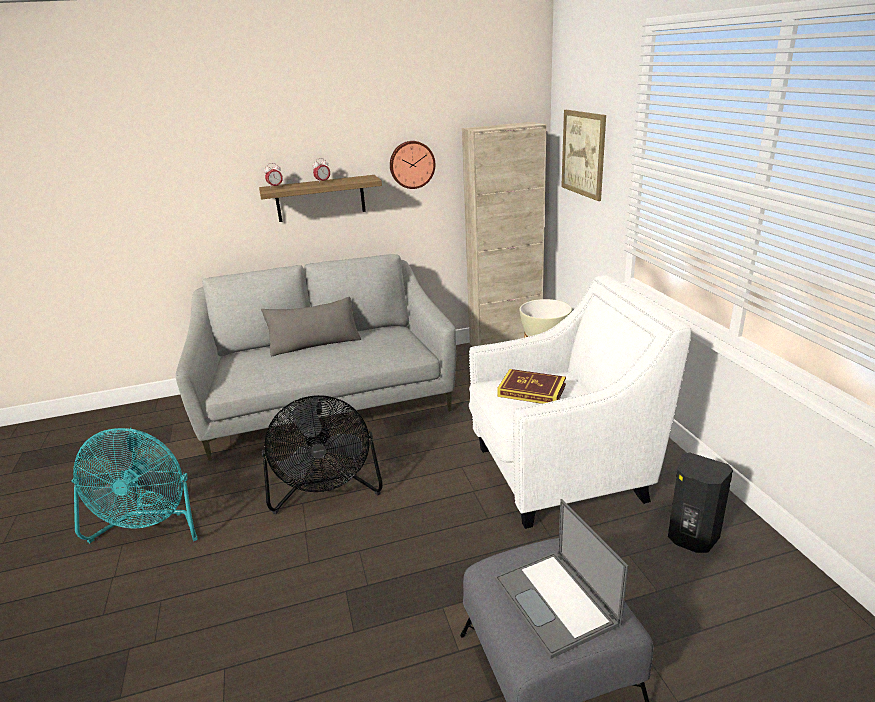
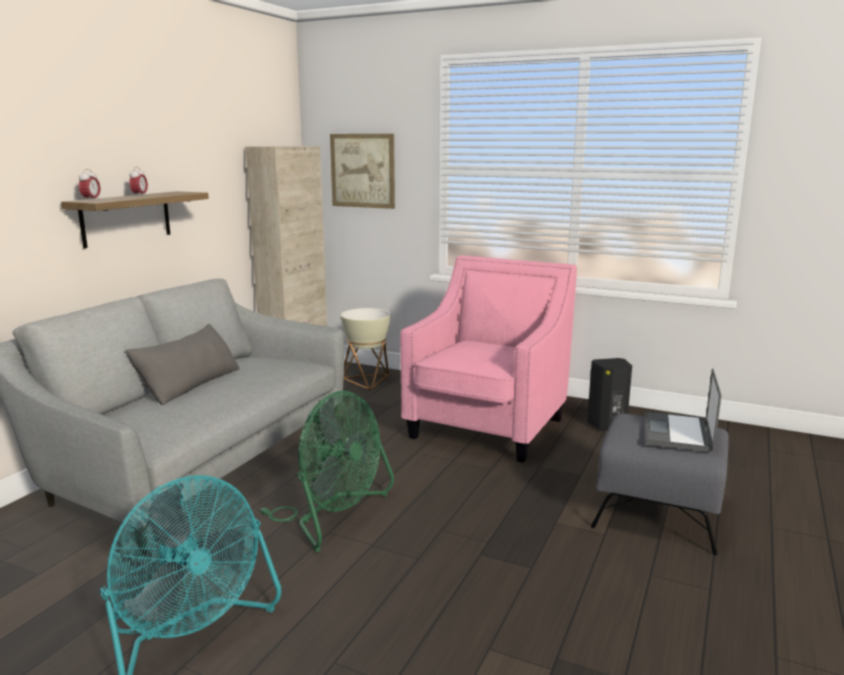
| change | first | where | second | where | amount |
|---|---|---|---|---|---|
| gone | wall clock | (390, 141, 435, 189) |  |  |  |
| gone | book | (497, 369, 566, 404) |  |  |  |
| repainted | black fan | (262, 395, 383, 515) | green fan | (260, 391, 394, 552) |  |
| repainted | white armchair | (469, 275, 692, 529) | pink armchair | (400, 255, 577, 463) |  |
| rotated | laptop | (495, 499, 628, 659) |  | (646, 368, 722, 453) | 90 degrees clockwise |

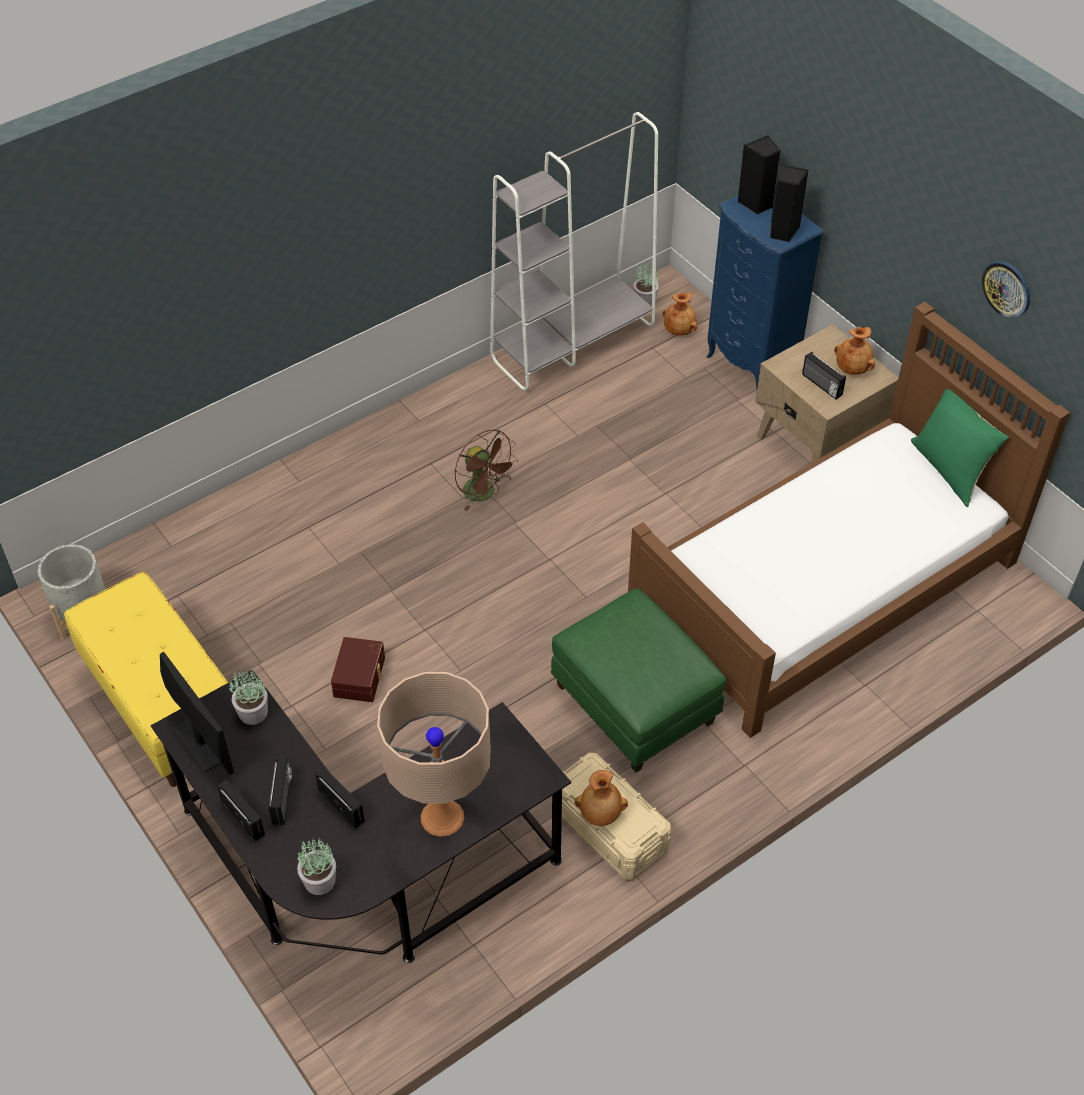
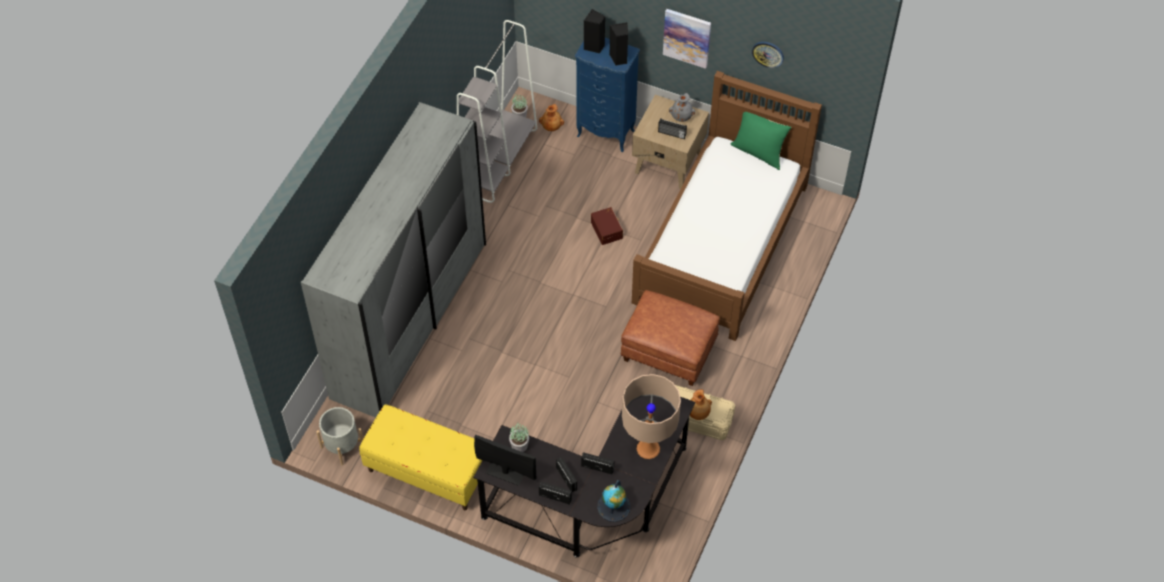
| change | first | where | second | where | amount |
|---|---|---|---|---|---|
| gone | brown fan | (455, 429, 518, 511) |  |  |  |
| new |  |  | grey wardrobe | (301, 102, 486, 418) |  |
| new |  |  | picture | (663, 9, 711, 69) |  |
| shifted | brown storage box | (331, 637, 385, 702) |  | (591, 207, 623, 245) |  |
| swapped | potted plant | (297, 838, 336, 895) | globe | (597, 480, 631, 522) |  |
| repainted | green ottoman | (551, 588, 726, 773) | brown ottoman | (620, 290, 720, 386) |  |
| repainted | brown vase | (834, 326, 875, 374) | grey vase | (669, 93, 695, 122) |  |

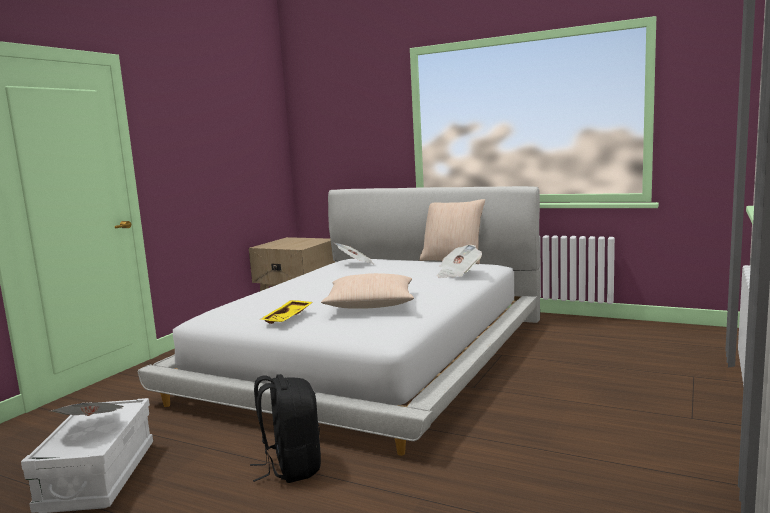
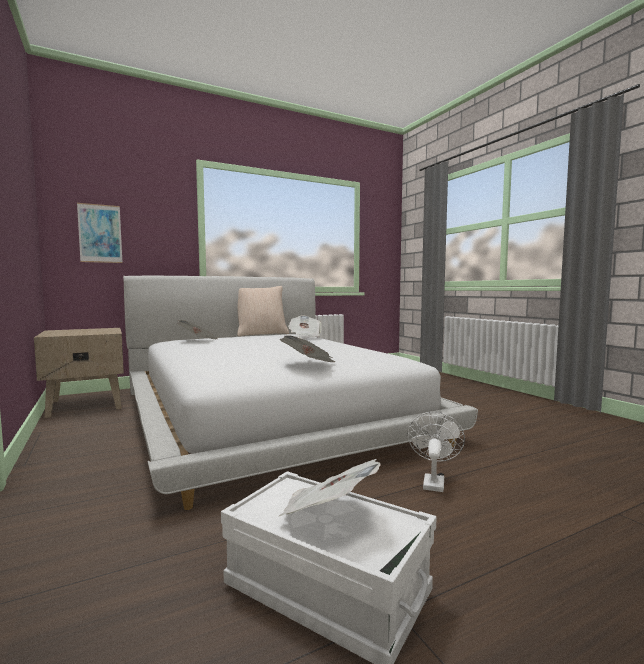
| change | first | where | second | where | amount |
|---|---|---|---|---|---|
| gone | beige pillow | (321, 273, 414, 309) |  |  |  |
| new |  |  | picture | (77, 203, 123, 263) |  |
| swapped | black backpack | (250, 374, 321, 483) | white fan | (408, 412, 465, 492) |  |
| swapped | yellow tray | (261, 300, 313, 324) | newspaper | (280, 335, 336, 362) |  |

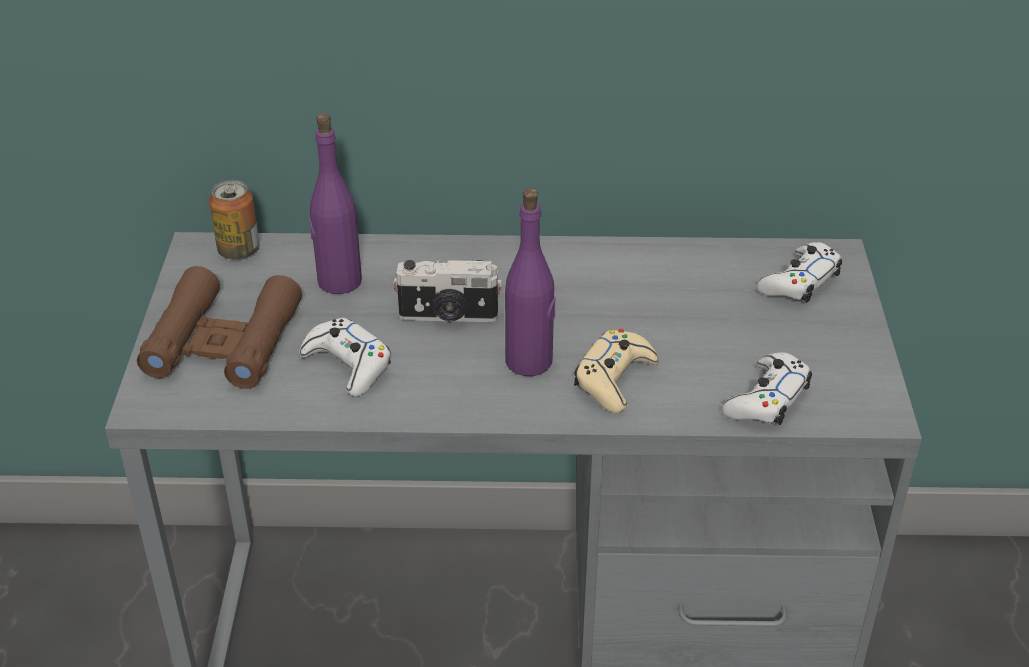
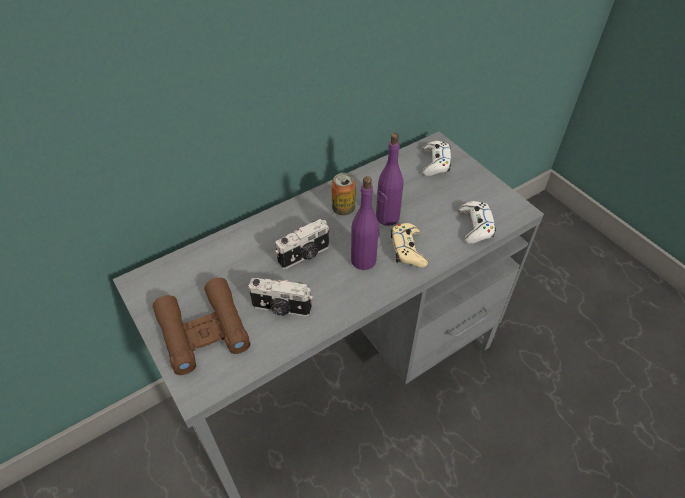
| change | first | where | second | where | amount |
|---|---|---|---|---|---|
| shifted | can | (209, 180, 260, 260) |  | (331, 173, 356, 216) |  |
| shifted | purple bottle | (309, 113, 362, 294) |  | (376, 133, 403, 226) |  |
| swapped | white game controller | (299, 318, 391, 397) | photo camera | (248, 278, 313, 317) |  |

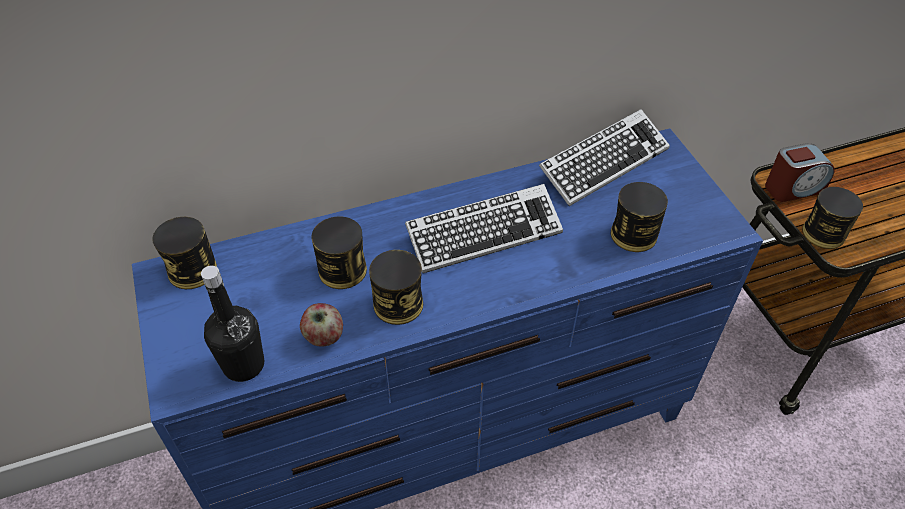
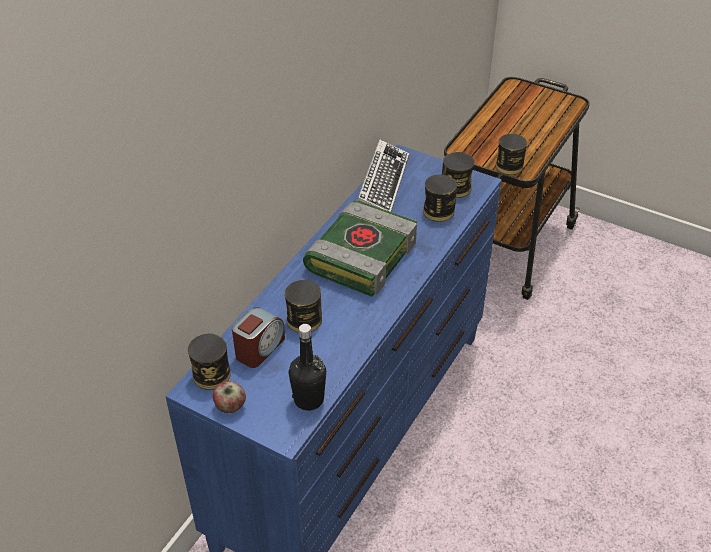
| change | first | where | second | where | amount |
|---|---|---|---|---|---|
| shifted | apple | (300, 303, 343, 347) |  | (213, 381, 246, 413) |  |
| shifted | can | (369, 250, 423, 325) |  | (442, 152, 474, 198) |  |
| shifted | alarm clock | (765, 143, 835, 202) |  | (232, 307, 285, 368) |  |
| swapped | keyboard | (405, 184, 563, 273) | book | (303, 201, 417, 297) |  |

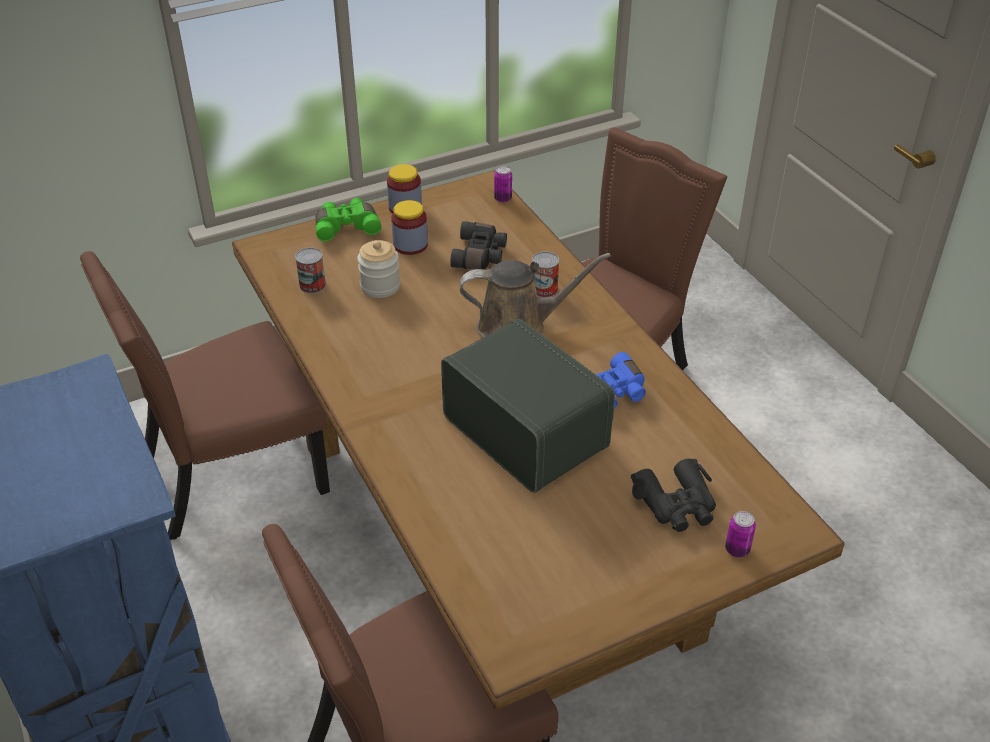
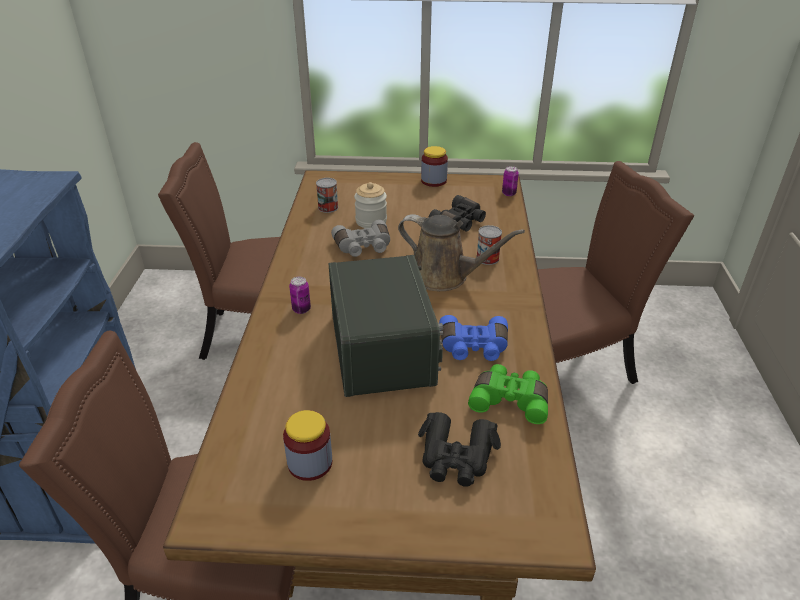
| change | first | where | second | where | amount |
|---|---|---|---|---|---|
| new |  |  | grey binoculars | (331, 220, 390, 257) |  |
| shifted | green binoculars | (315, 198, 381, 241) |  | (468, 364, 548, 424) |  |
| shifted | jar | (391, 200, 428, 255) |  | (283, 410, 332, 481) |  |
| shifted | can | (725, 511, 756, 558) |  | (289, 277, 311, 314) |  |

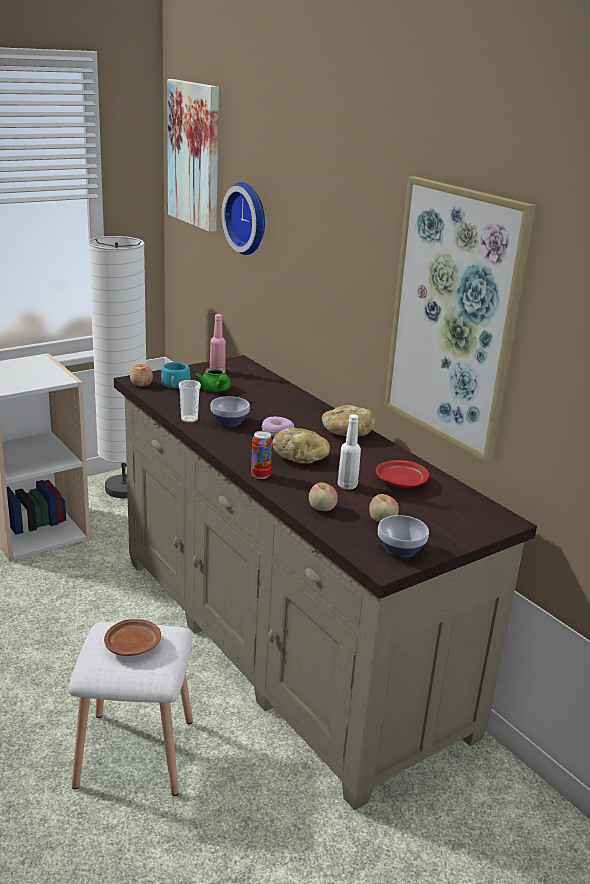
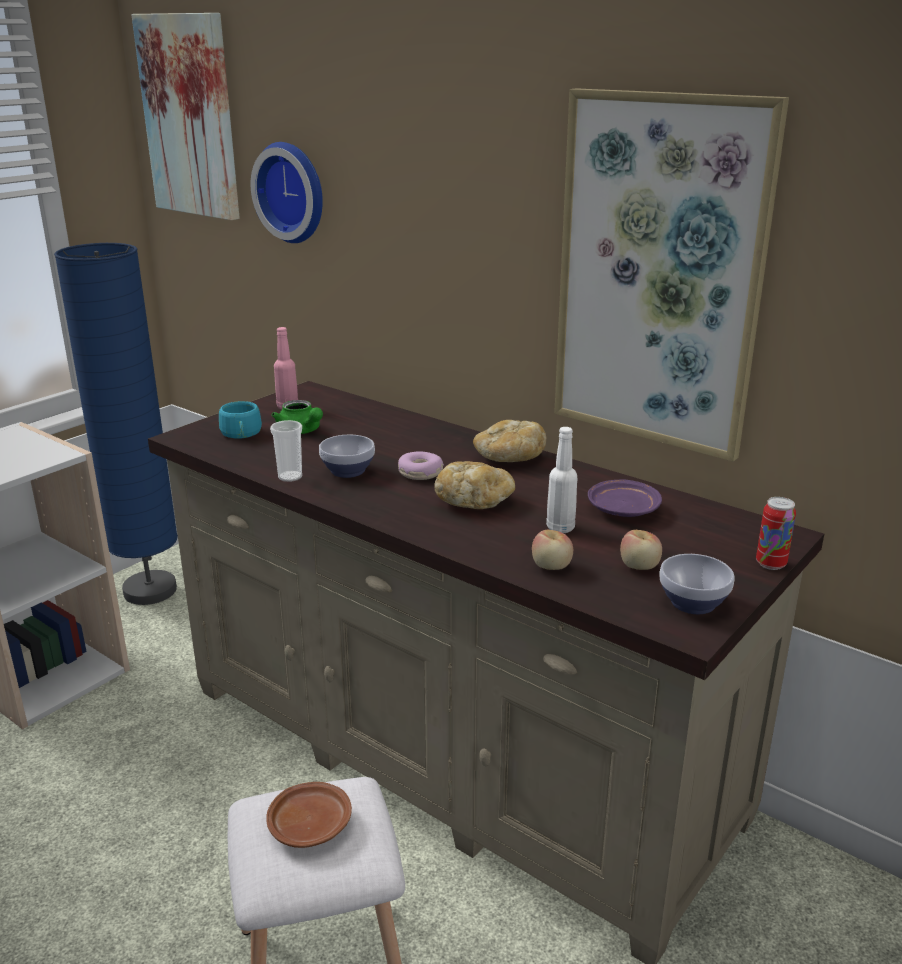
| change | first | where | second | where | amount |
|---|---|---|---|---|---|
| gone | apple | (130, 364, 153, 387) |  |  |  |
| shifted | can | (251, 431, 273, 479) |  | (756, 497, 796, 570) |  |
| repainted | white floor lamp | (88, 236, 146, 498) | blue floor lamp | (54, 243, 178, 605) |  |
| repainted | red plate | (376, 460, 429, 488) | purple plate | (588, 480, 662, 517) |  |

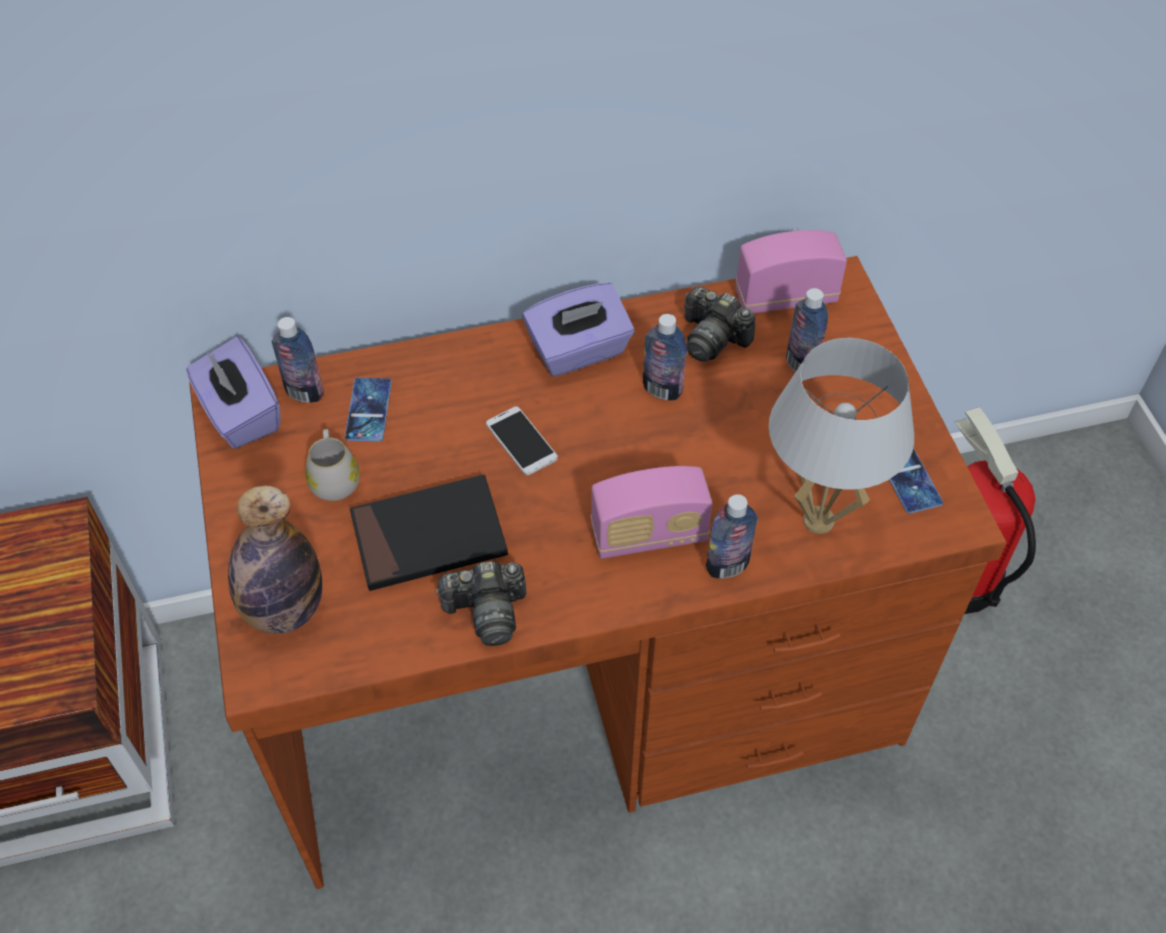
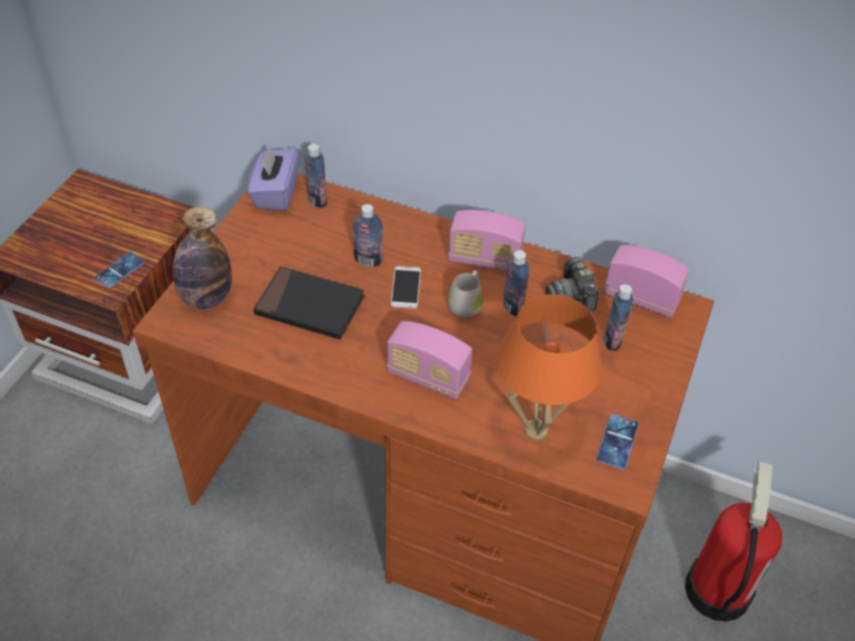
| change | first | where | second | where | amount |
|---|---|---|---|---|---|
| gone | photo camera | (435, 561, 527, 646) |  |  |  |
| shifted | white mug | (305, 429, 360, 501) |  | (447, 270, 483, 318) |  |
| shifted | phone | (345, 378, 392, 441) |  | (95, 252, 145, 288) |  |
| shifted | bottle | (706, 494, 758, 578) |  | (353, 204, 384, 267) |  |
| swapped | purple tissue box | (522, 283, 635, 376) | radio | (448, 210, 525, 271) |  |
| repainted | white table lamp | (769, 338, 914, 534) | orange table lamp | (496, 294, 602, 440) |  |

